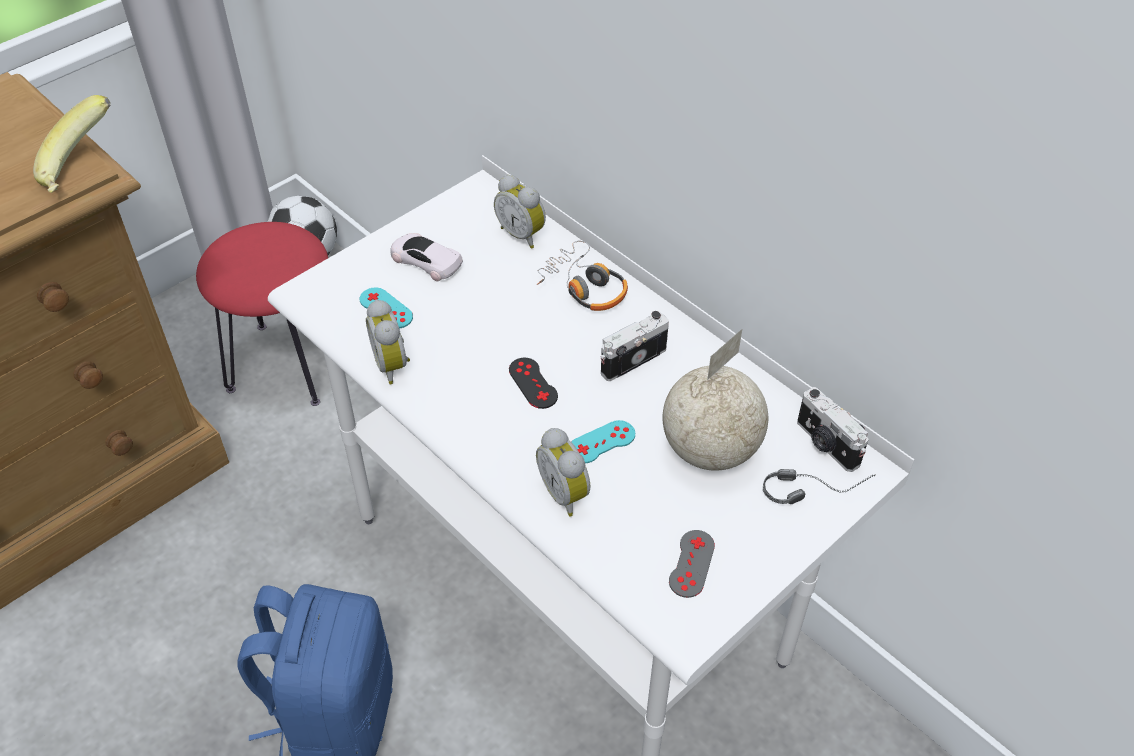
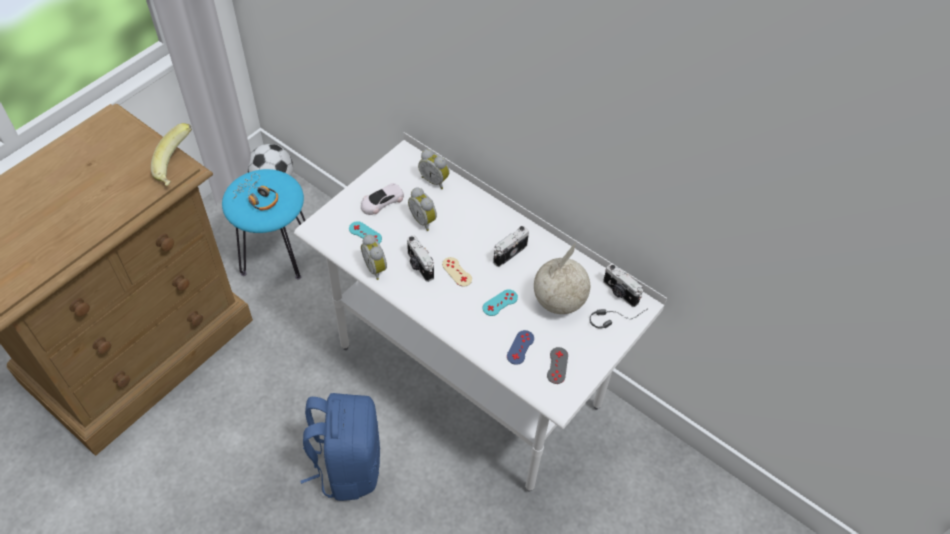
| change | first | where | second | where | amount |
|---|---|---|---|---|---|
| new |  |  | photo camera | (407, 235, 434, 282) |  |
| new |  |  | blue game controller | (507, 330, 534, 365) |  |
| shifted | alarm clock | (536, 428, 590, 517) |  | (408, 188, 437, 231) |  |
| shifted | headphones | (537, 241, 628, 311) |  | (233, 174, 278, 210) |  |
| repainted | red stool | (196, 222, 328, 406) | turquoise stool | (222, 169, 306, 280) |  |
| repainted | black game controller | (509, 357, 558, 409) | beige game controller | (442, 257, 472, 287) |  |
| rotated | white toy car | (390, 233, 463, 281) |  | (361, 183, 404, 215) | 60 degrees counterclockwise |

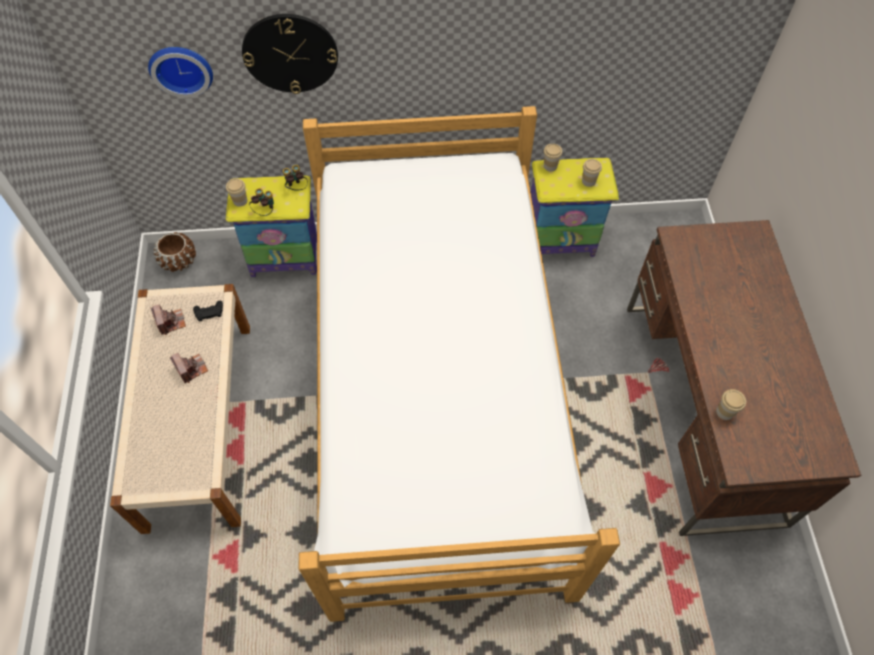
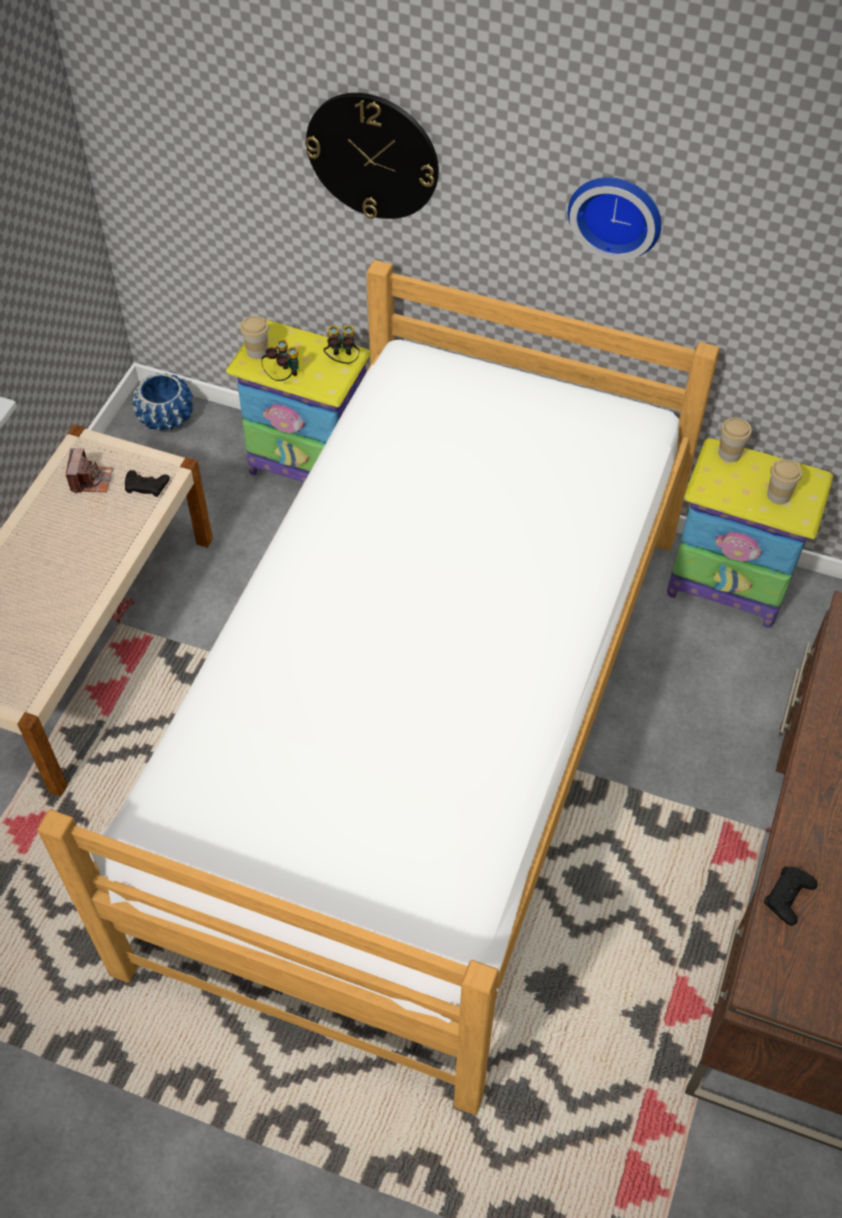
| change | first | where | second | where | amount |
|---|---|---|---|---|---|
| gone | photo camera | (169, 353, 208, 383) |  |  |  |
| shifted | wall clock | (148, 47, 213, 98) |  | (568, 177, 661, 261) |  |
| swapped | cup | (716, 389, 746, 420) | black game controller | (764, 866, 818, 926) |  |
| repainted | brown planter | (154, 232, 196, 272) | blue planter | (133, 373, 193, 432) |  |

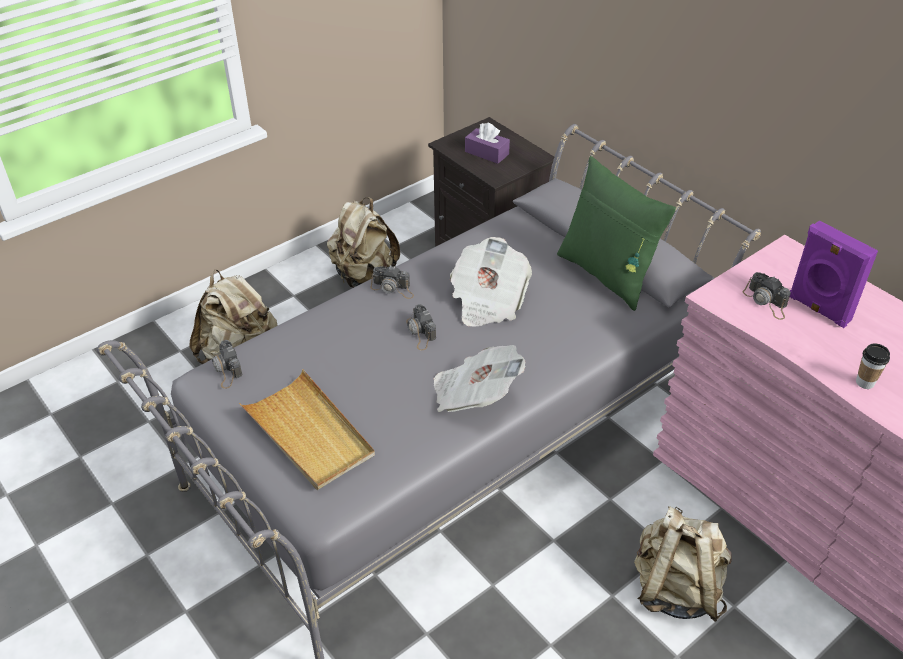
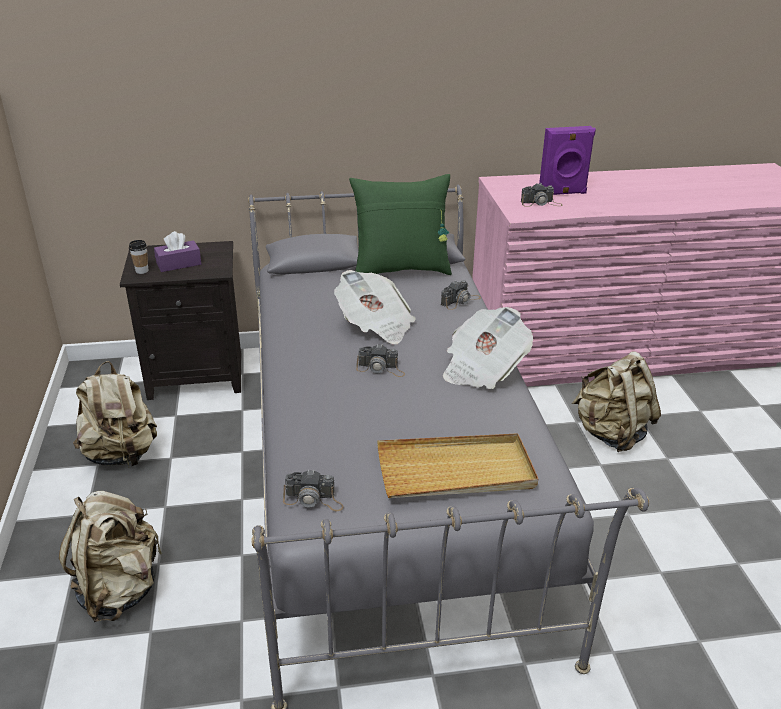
| change | first | where | second | where | amount |
|---|---|---|---|---|---|
| shifted | photo camera | (370, 266, 414, 299) |  | (441, 280, 481, 310) |  |
| shifted | cup | (856, 343, 890, 389) |  | (129, 240, 148, 274) |  |

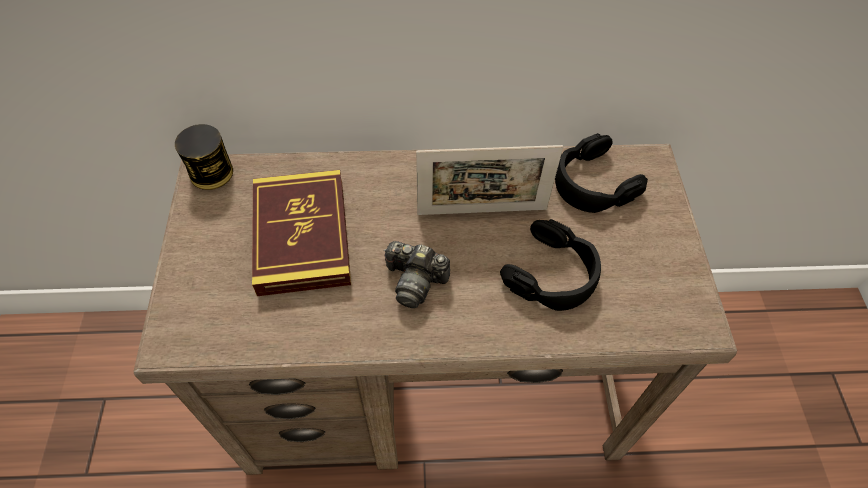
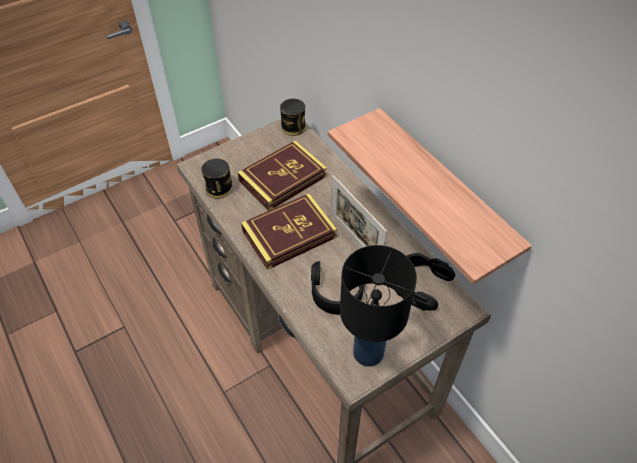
| change | first | where | second | where | amount |
|---|---|---|---|---|---|
| new |  |  | can | (201, 158, 232, 199) |  |
| new |  |  | shelf | (328, 108, 532, 284) |  |
| new |  |  | black table lamp | (340, 245, 417, 367) |  |
| swapped | photo camera | (384, 241, 450, 308) | book | (241, 194, 337, 270) |  |

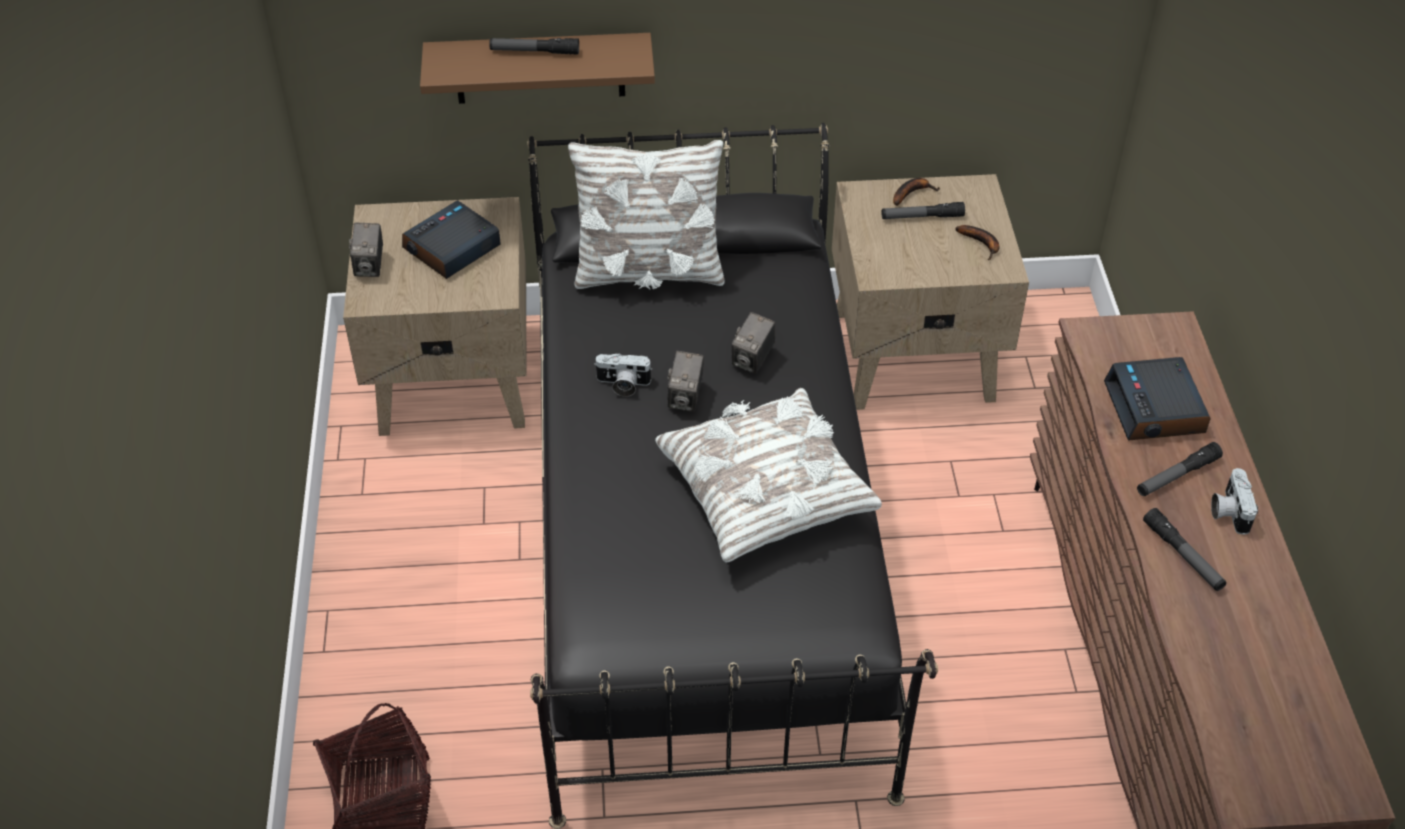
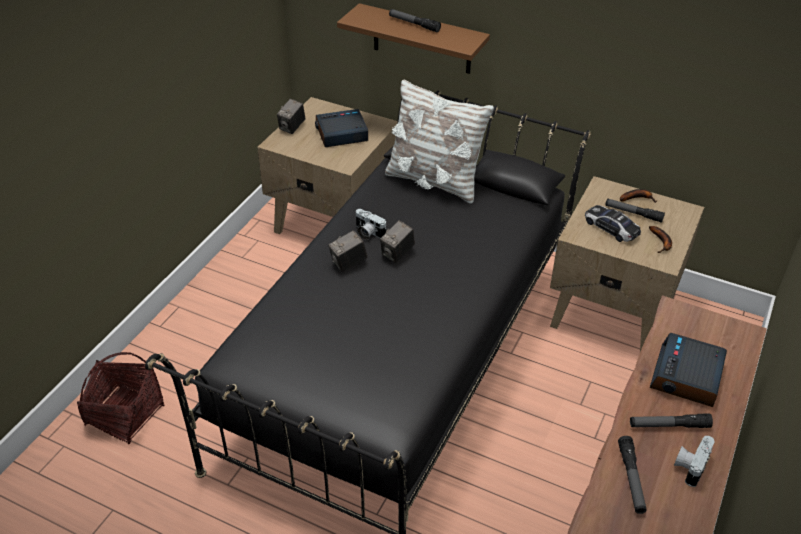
| change | first | where | second | where | amount |
|---|---|---|---|---|---|
| gone | white pillow | (655, 388, 882, 562) |  |  |  |
| new |  |  | toy car | (585, 205, 641, 242) |  |
| shifted | photo camera | (732, 312, 775, 374) |  | (328, 230, 368, 272) |  |

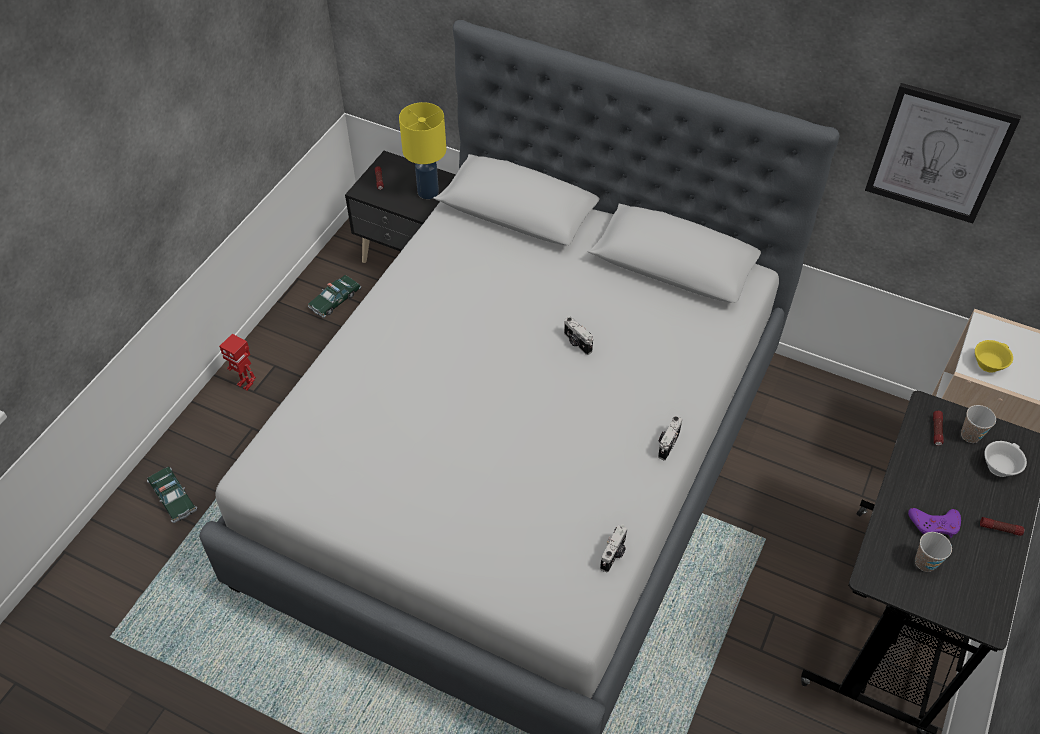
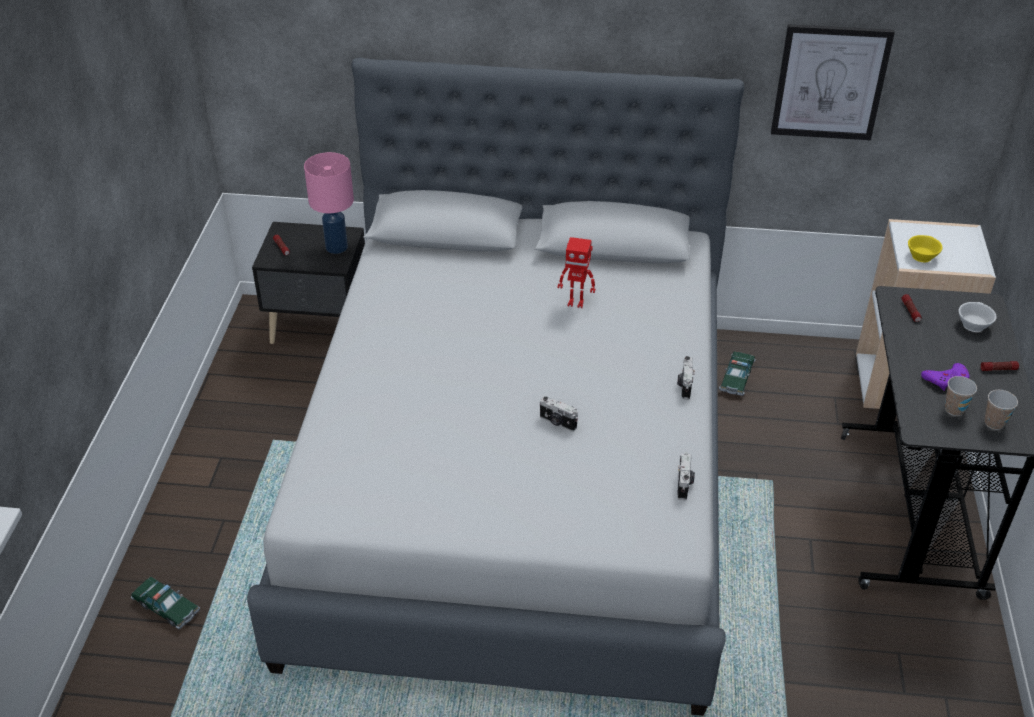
| change | first | where | second | where | amount |
|---|---|---|---|---|---|
| shifted | toy robot | (219, 334, 256, 391) |  | (558, 237, 596, 308) |  |
| shifted | toy car | (308, 275, 361, 318) |  | (719, 351, 756, 396) |  |
| shifted | photo camera | (564, 317, 593, 355) |  | (540, 396, 578, 431) |  |
| shifted | cup | (961, 405, 996, 443) |  | (985, 390, 1018, 430) |  |
| repainted | yellow table lamp | (399, 102, 446, 199) | pink table lamp | (304, 152, 354, 254) |  |

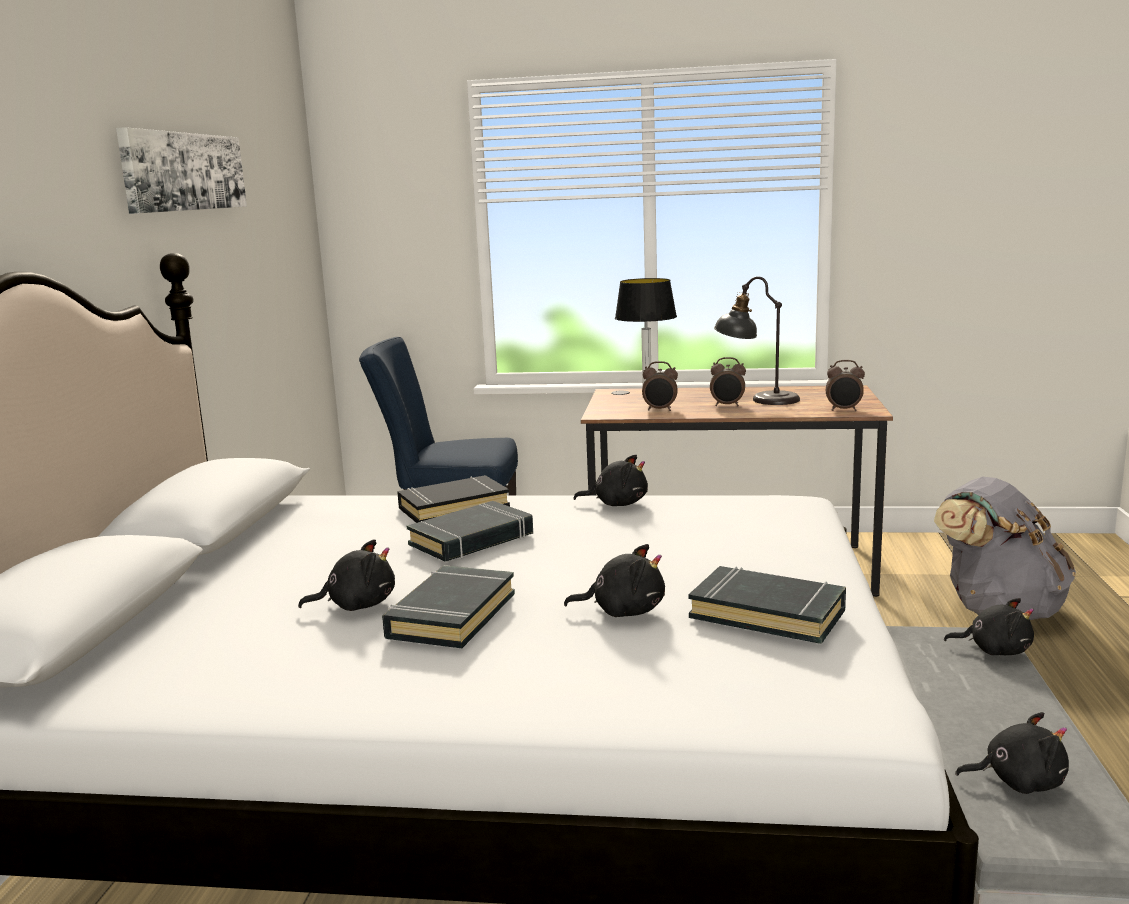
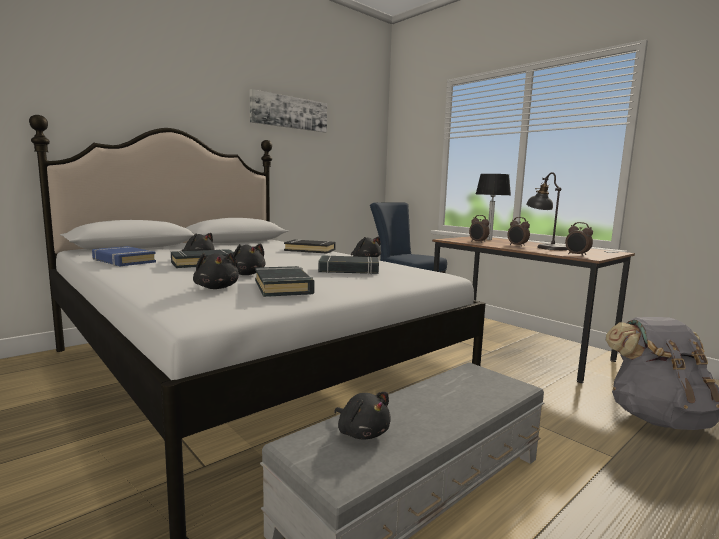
| change | first | where | second | where | amount |
|---|---|---|---|---|---|
| new |  |  | blue book | (92, 246, 156, 266) |  |
| shifted | black book | (407, 501, 533, 562) |  | (318, 255, 379, 274) |  |
| shifted | black plush toy | (944, 598, 1034, 655) |  | (193, 253, 239, 289) |  |

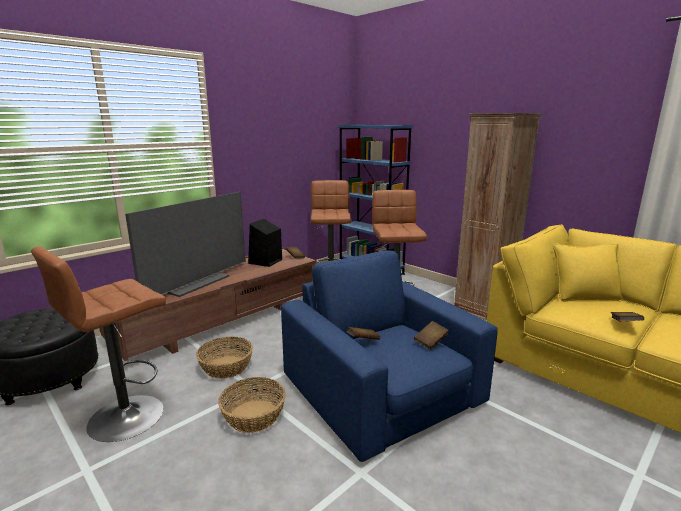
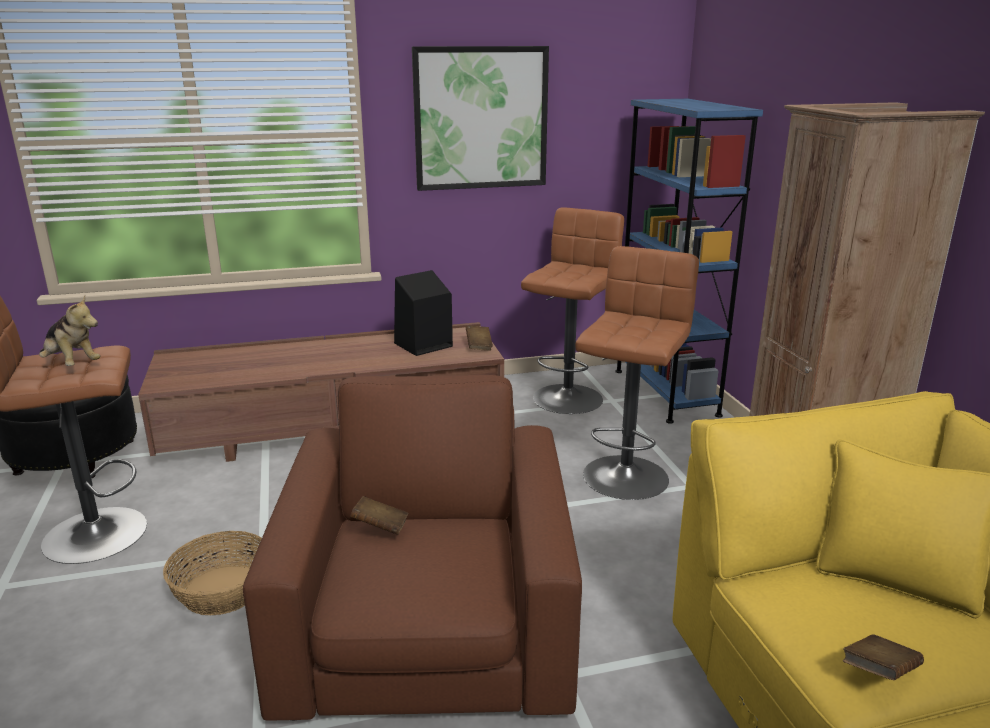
| change | first | where | second | where | amount |
|---|---|---|---|---|---|
| gone | television | (125, 192, 246, 297) |  |  |  |
| gone | basket | (196, 336, 253, 379) |  |  |  |
| gone | brown book | (414, 321, 449, 350) |  |  |  |
| new |  |  | plush toy | (39, 295, 100, 366) |  |
| new |  |  | picture | (412, 46, 549, 191) |  |
| repainted | blue armchair | (281, 250, 498, 462) | brown armchair | (243, 375, 582, 721) |  |

